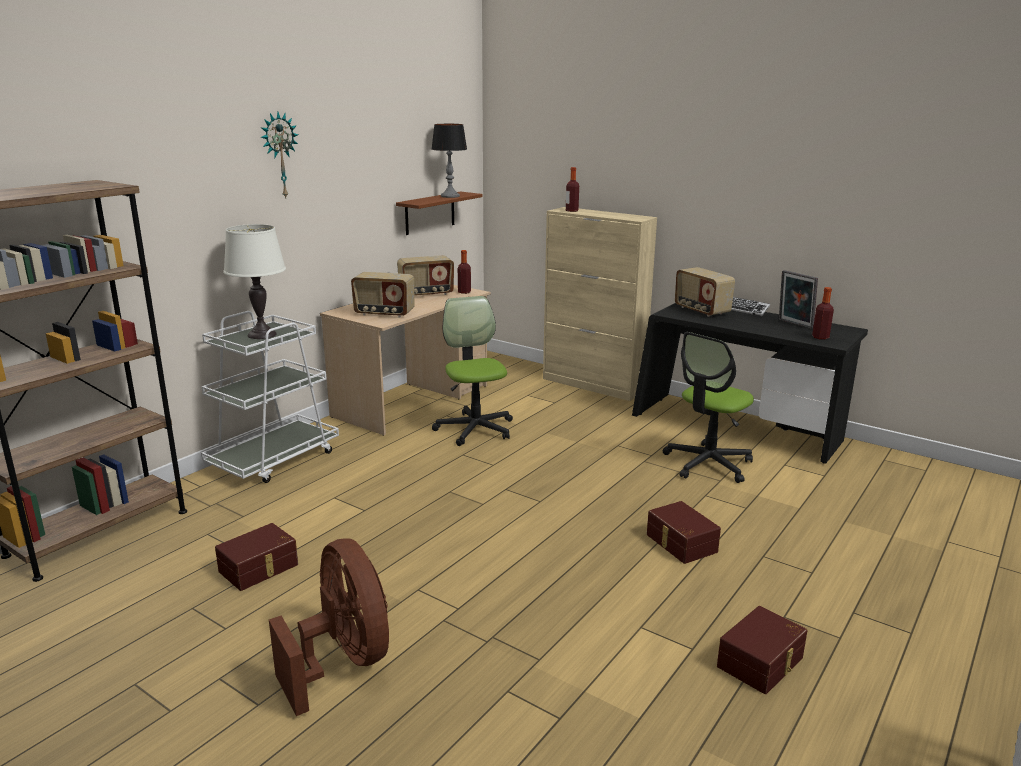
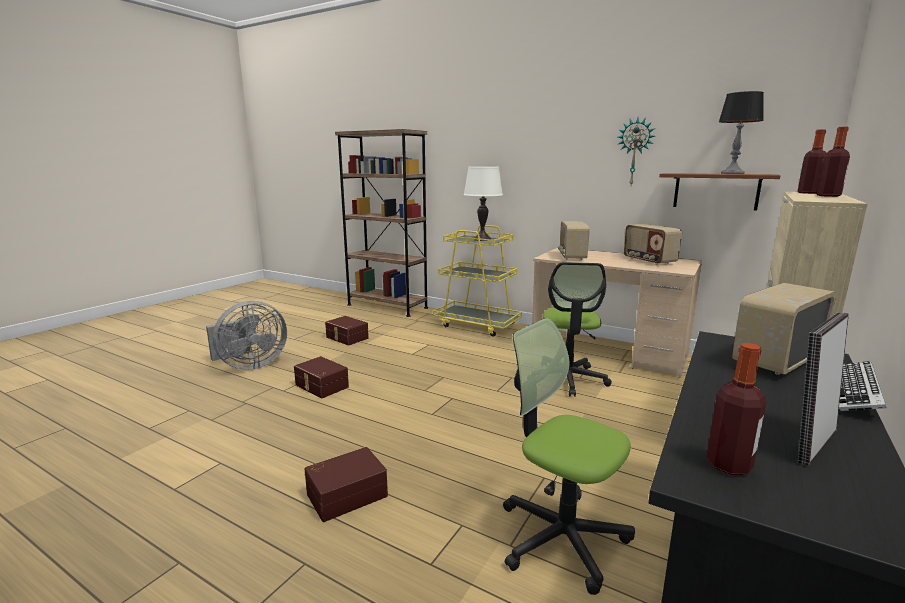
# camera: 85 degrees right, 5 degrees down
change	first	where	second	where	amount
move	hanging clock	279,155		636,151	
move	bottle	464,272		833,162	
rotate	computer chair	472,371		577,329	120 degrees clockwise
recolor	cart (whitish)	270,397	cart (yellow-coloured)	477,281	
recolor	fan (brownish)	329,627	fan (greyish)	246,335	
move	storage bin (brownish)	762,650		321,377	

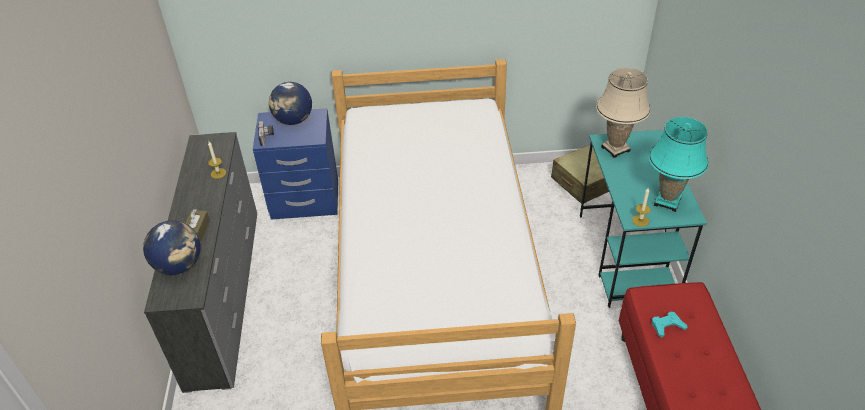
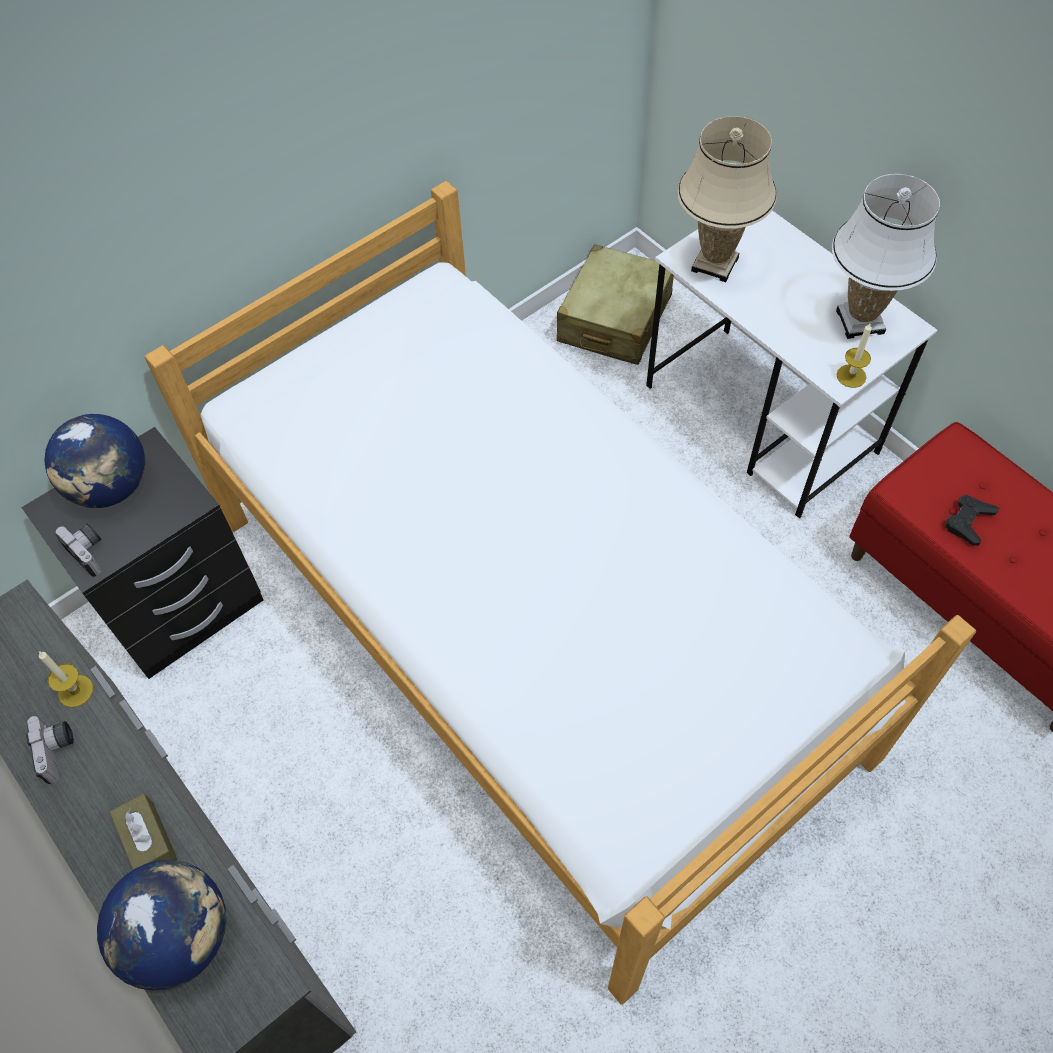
# camera: 35 degrees left, 15 degrees up
change	first	where	second	where	amount
recolor	night table (blue-coloured)	295,164	night table (black)	142,553	
recolor	table lamp (turquoise-coloured)	678,164	table lamp (whitish)	886,256	
recolor	desk unit (turquoise-coloured)	643,219	desk unit (whitish)	792,365	
recolor	joypad (turquoise-coloured)	669,325	joypad (black)	972,520	
insert			photo camera	50,750	

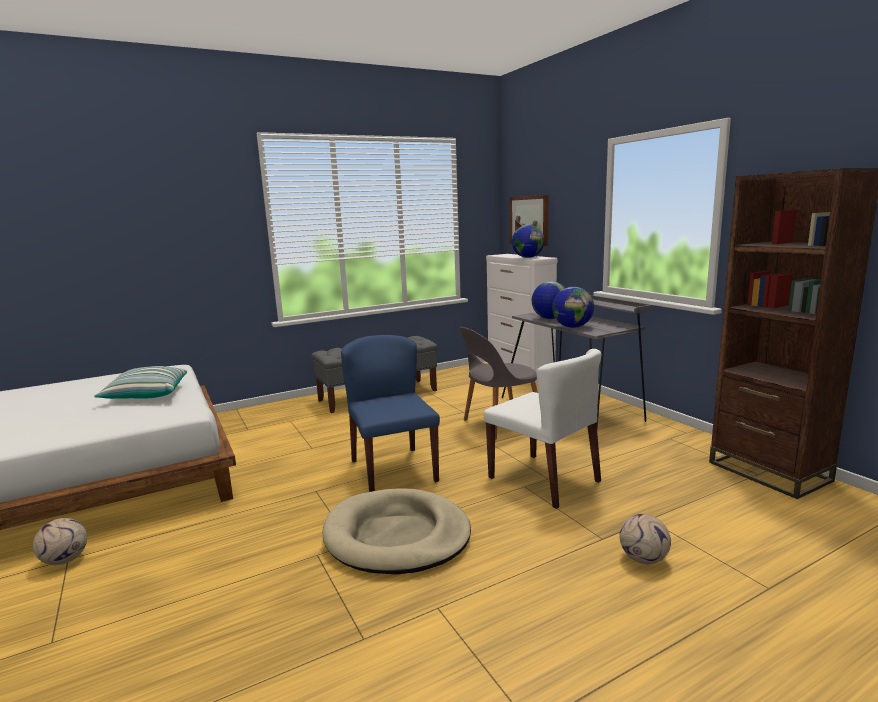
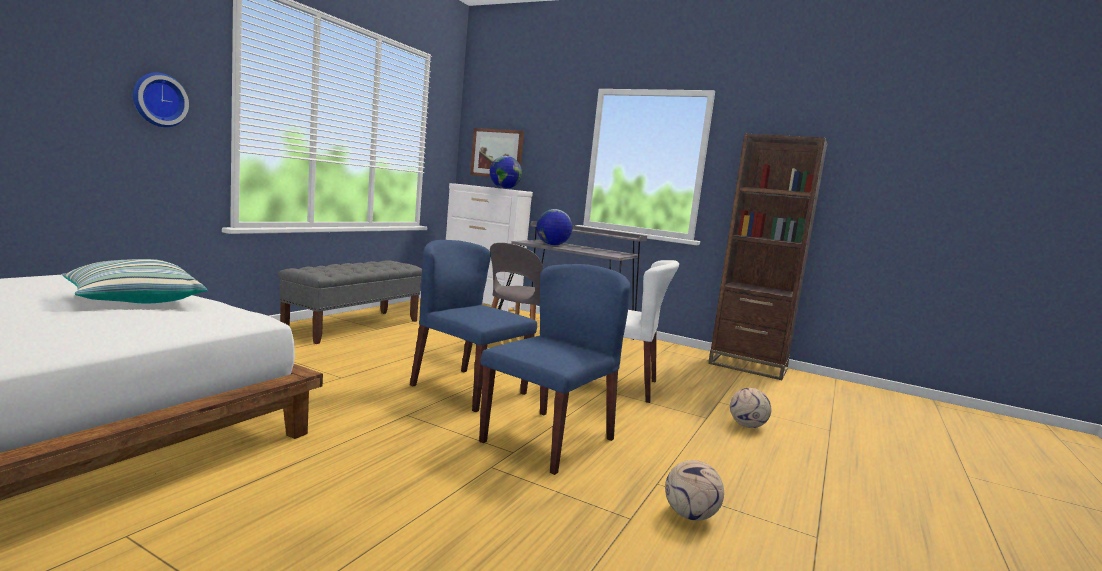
# camera: 35 degrees left, 5 degrees down
change	first	where	second	where	amount
delete	world globe	573,307			
replace	pet bed (beige)	396,531	upright chair (blue-coloured)	555,369	
move	football	60,541		694,490	
insert			hanging clock	161,99	

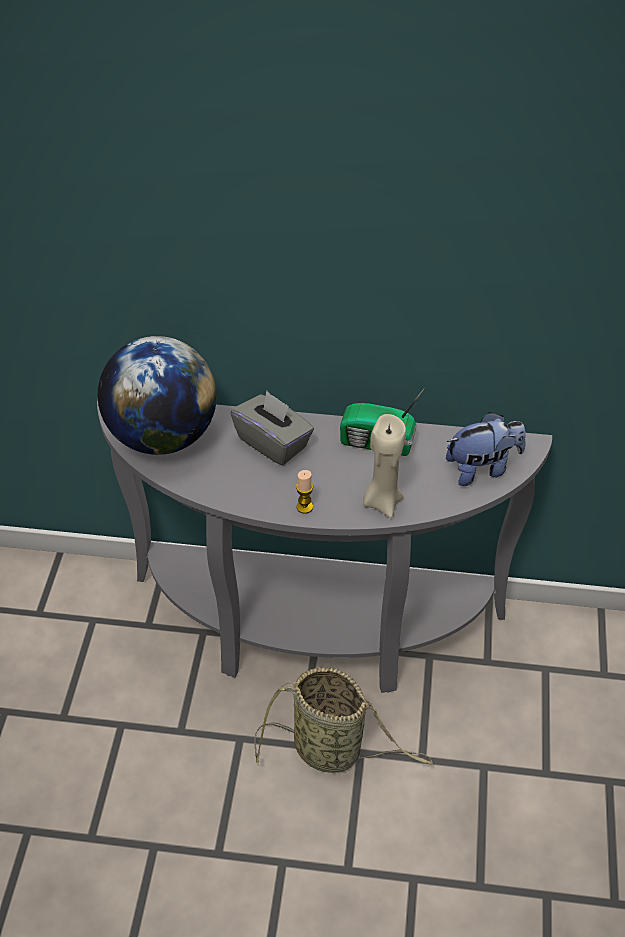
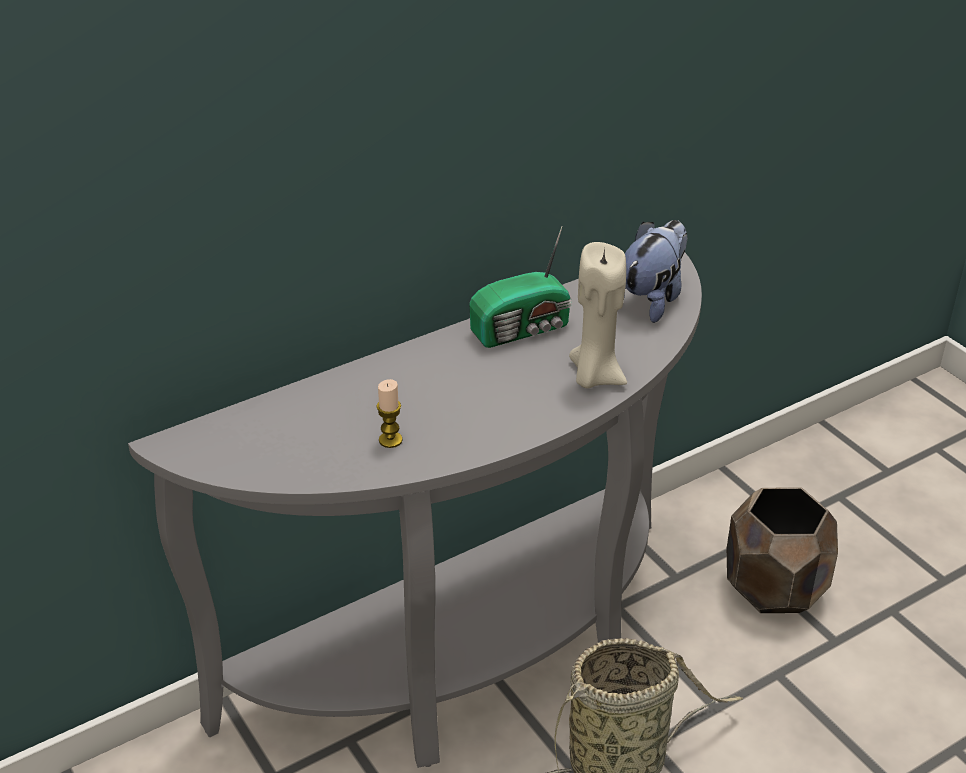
# camera: 40 degrees left, 10 degrees down
change	first	where	second	where	amount
delete	world globe	157,395			
delete	box of tissues (greyish)	272,428			
move	candle	304,492		389,413	
insert			flower pot (brownish)	782,550	

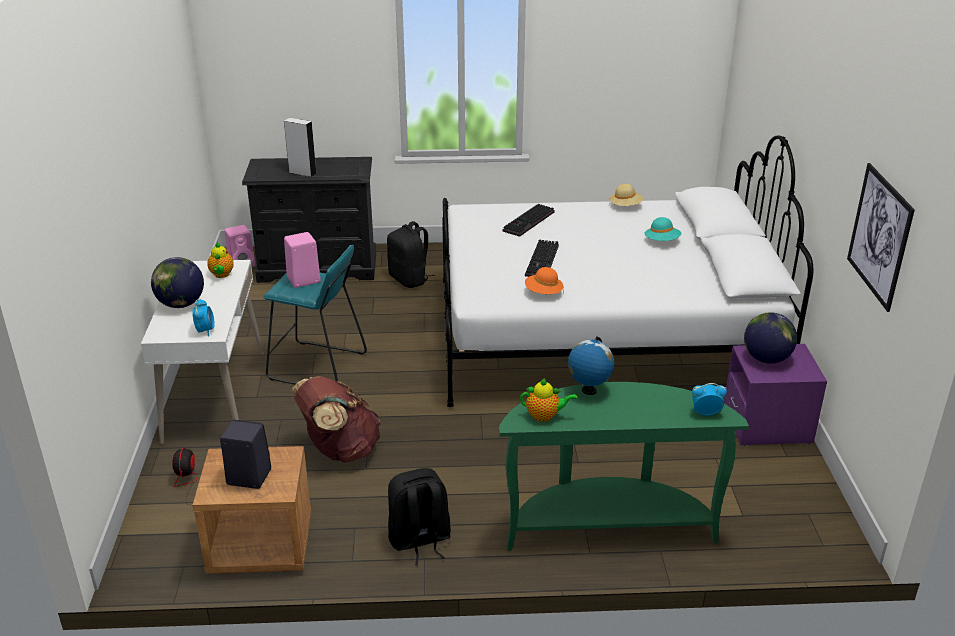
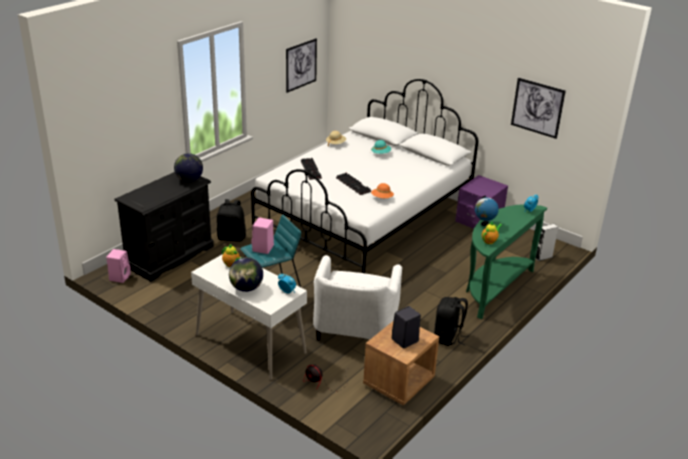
# camera: 50 degrees left, 0 degrees up
change	first	where	second	where	amount
move	loudspeaker (greyish)	300,147		546,242	
move	world globe	770,338		188,167	
replace	knapsack (brownish)	336,419	easy chair (whitish)	357,298	
insert			wall picture	301,65	

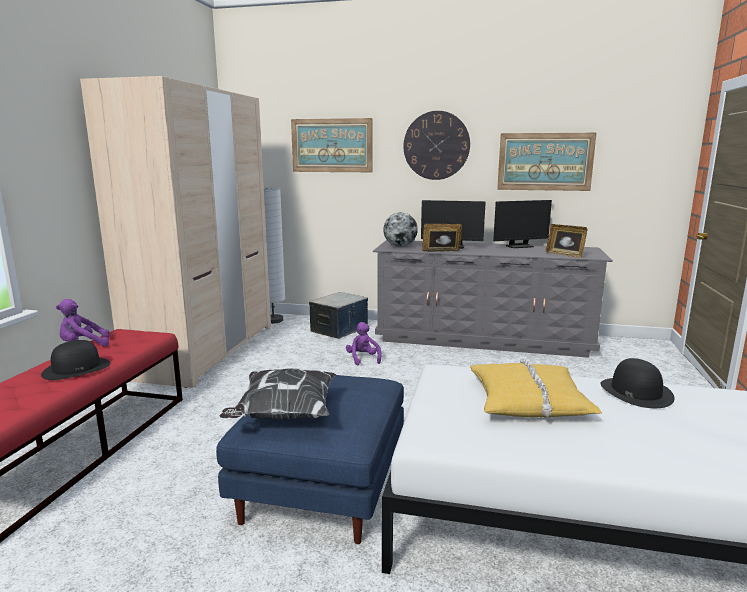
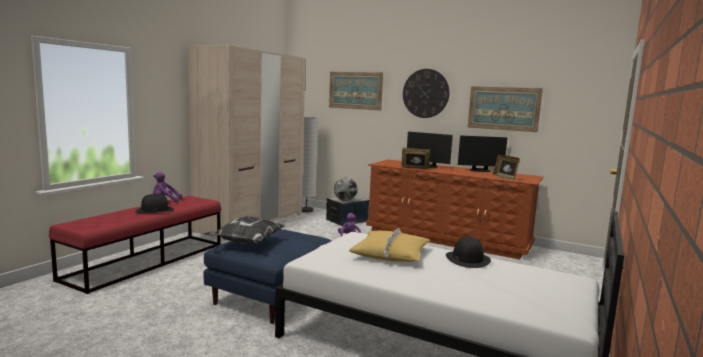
# camera: 15 degrees right, 5 degrees down
change	first	where	second	where	amount
move	world globe	400,229		345,189	
recolor	dresser (greyish)	493,299	dresser (brownish)	455,210	

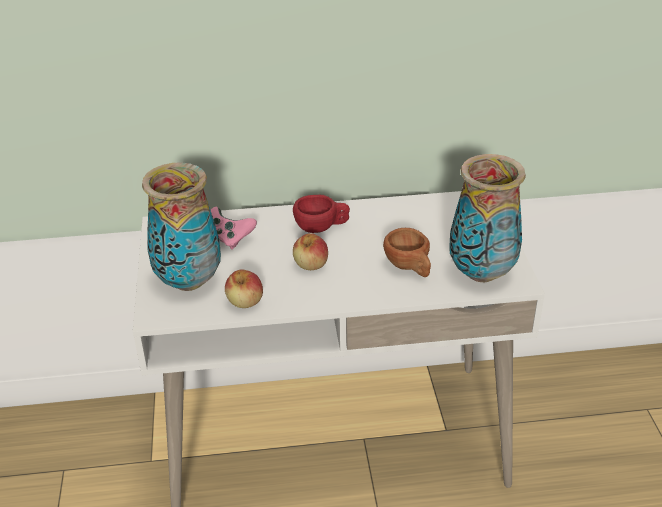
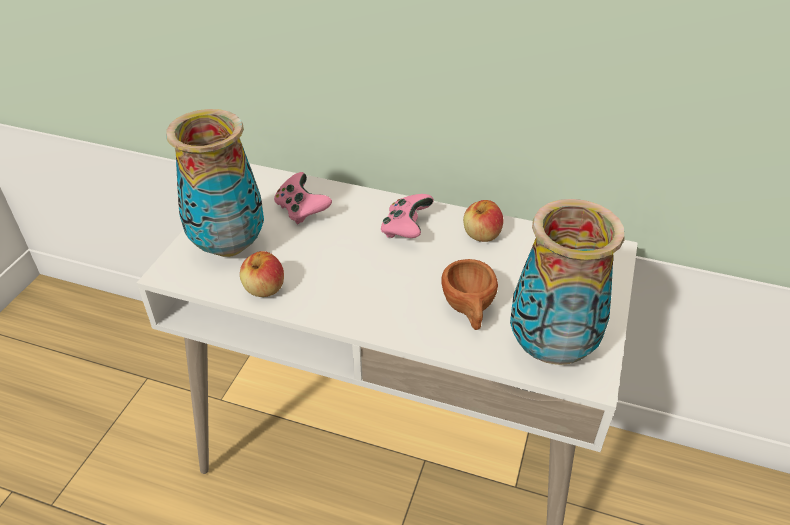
# camera: 25 degrees right, 5 degrees up
change	first	where	second	where	amount
replace	small cup (red)	321,214	joypad (pinkish)	407,216	
move	whole apple	310,251		483,221	

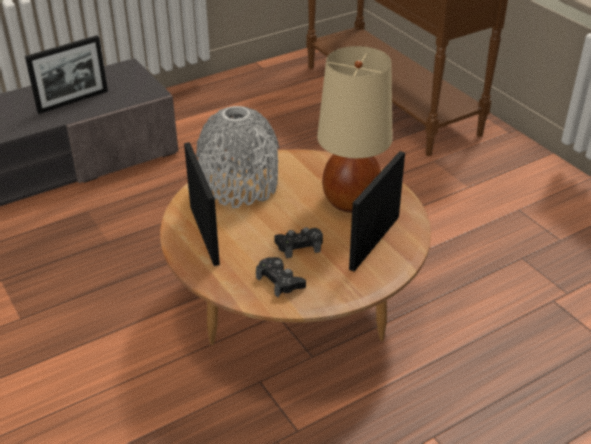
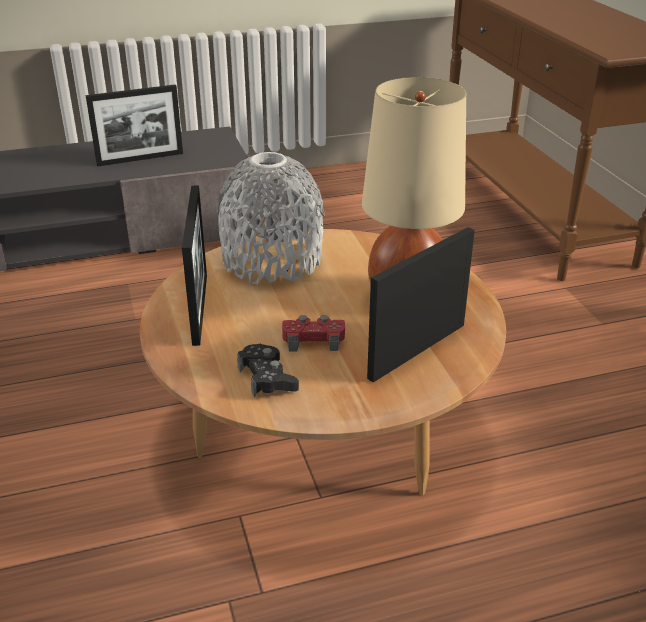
# camera: 15 degrees right, 5 degrees down
change	first	where	second	where	amount
recolor	joypad (black)	298,242	joypad (red)	313,333	

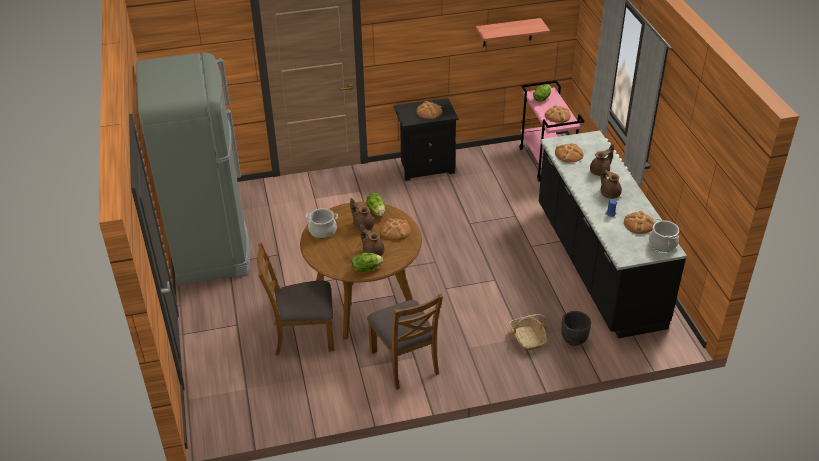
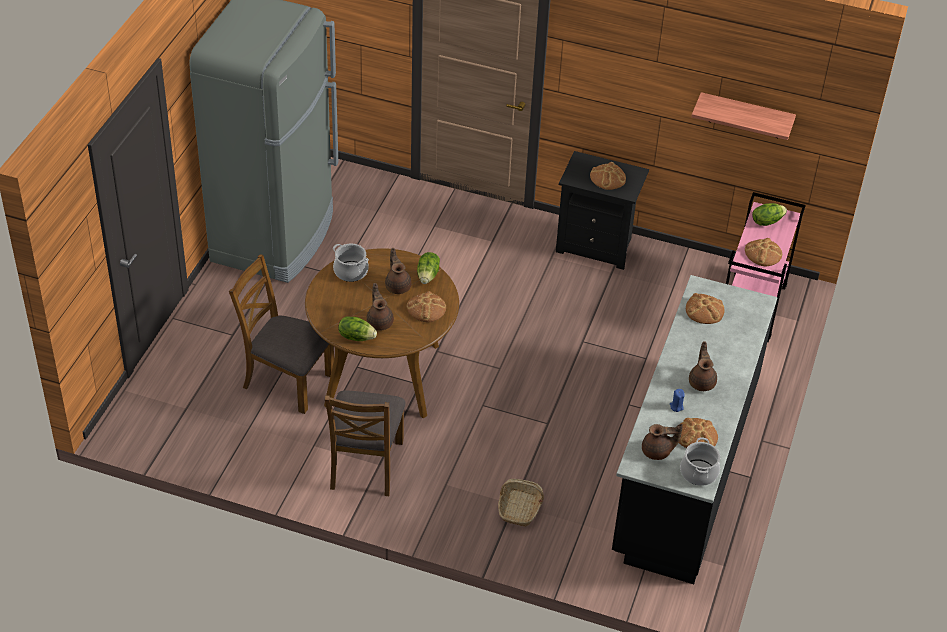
# camera: 30 degrees right, 5 degrees up
change	first	where	second	where	amount
move	tea pot (brownish)	602,160		662,442	
delete	flower pot (black)	576,328			

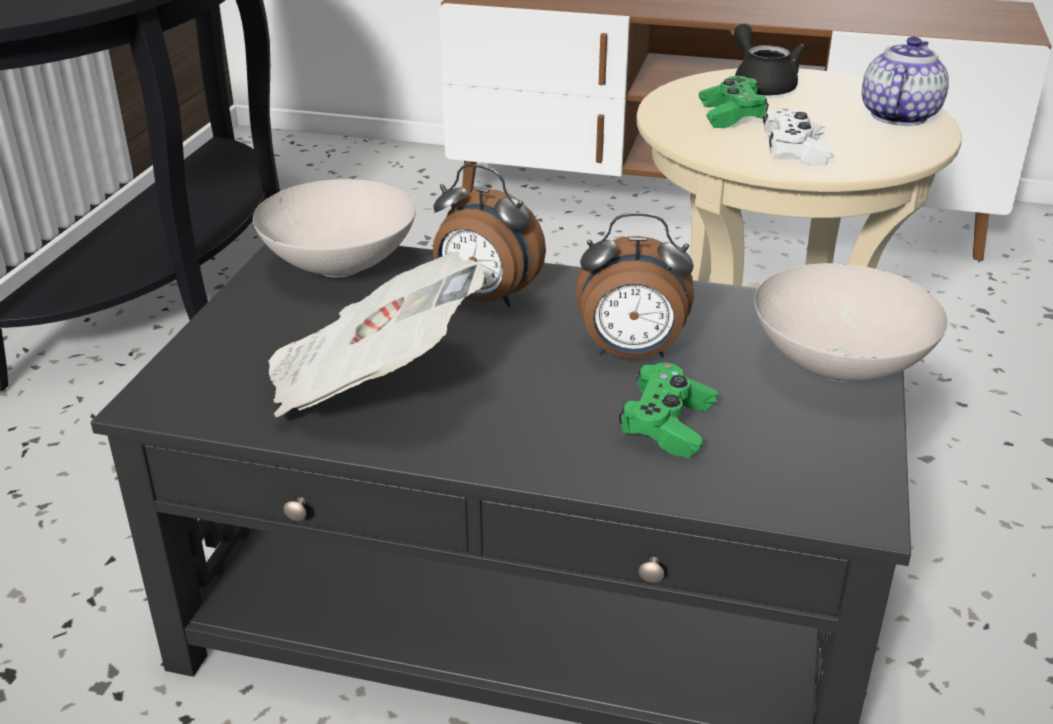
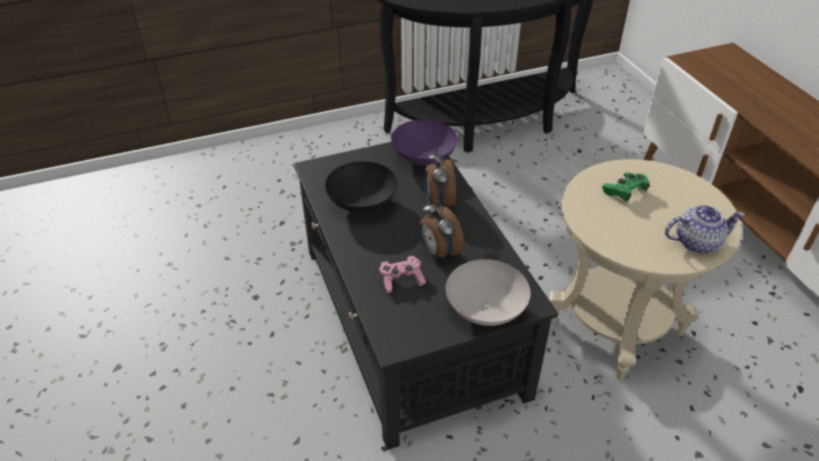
# camera: 55 degrees right, 10 degrees up
change	first	where	second	where	amount
delete	tea pot (black)	770,60			
delete	joypad (whitish)	798,137			
recolor	bowl (whitish)	334,228	bowl (purple)	424,142	
replace	printed paper	376,334	bowl (black)	361,187	
recolor	joypad (green-coloured)	668,410	joypad (pinkish)	402,274	

